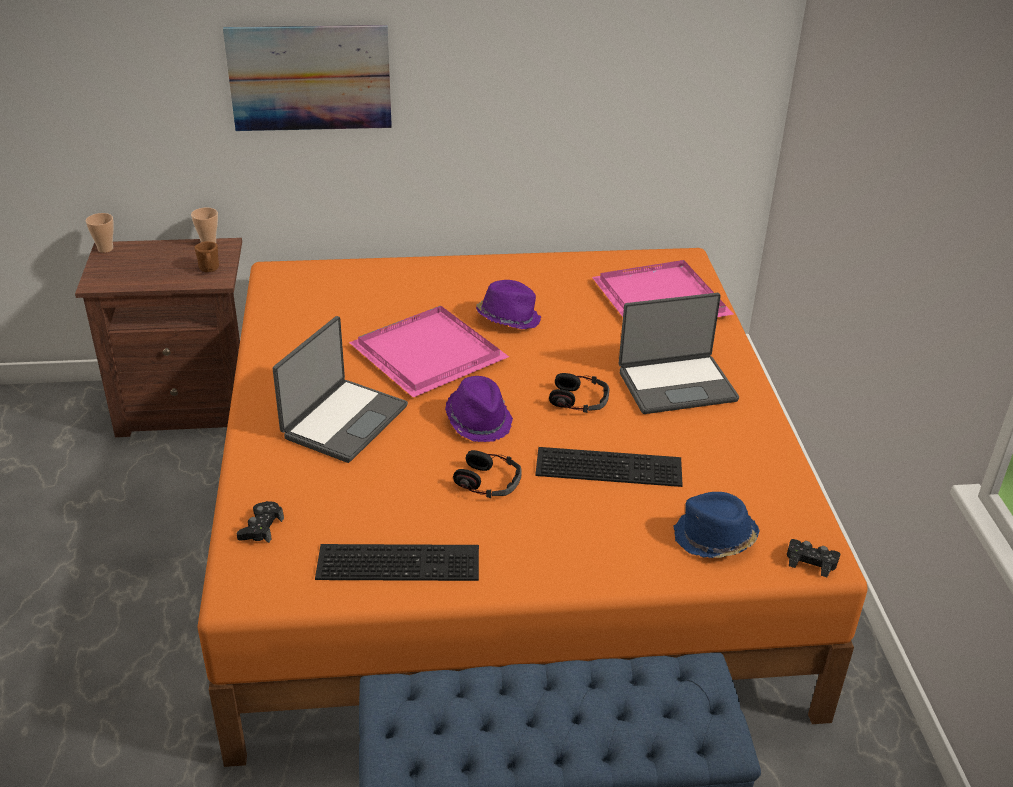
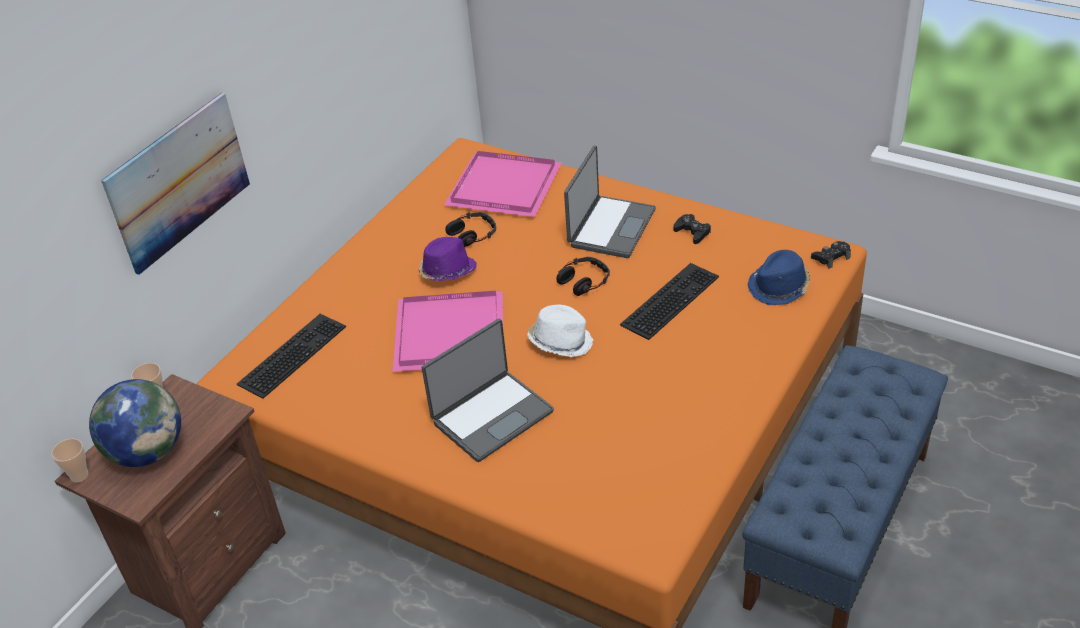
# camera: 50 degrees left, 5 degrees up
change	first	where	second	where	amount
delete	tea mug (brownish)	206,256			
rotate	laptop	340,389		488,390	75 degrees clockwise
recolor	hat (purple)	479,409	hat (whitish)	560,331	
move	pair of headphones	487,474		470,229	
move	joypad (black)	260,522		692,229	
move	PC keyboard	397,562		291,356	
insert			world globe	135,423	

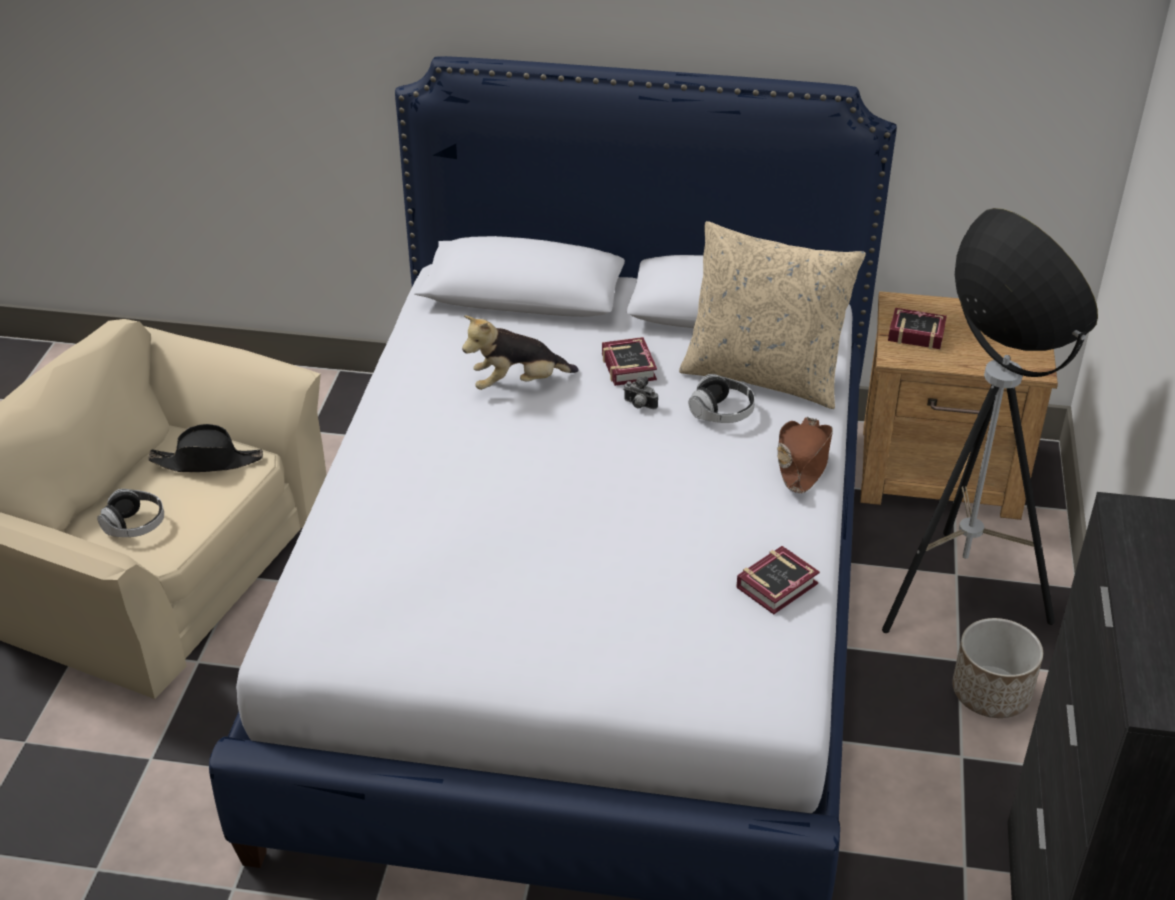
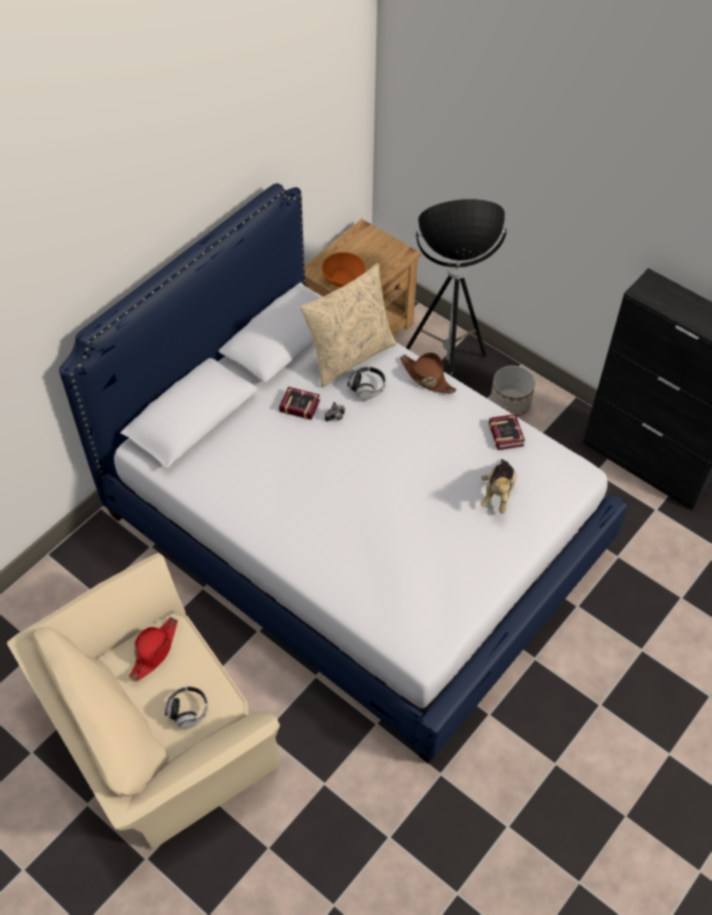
# camera: 60 degrees left, 15 degrees up
change	first	where	second	where	amount
replace	bound book	917,328	bowl (orange-coloured)	343,269	
move	plush toy	520,353		499,486	
recolor	hat (black)	206,448	hat (red)	153,649	

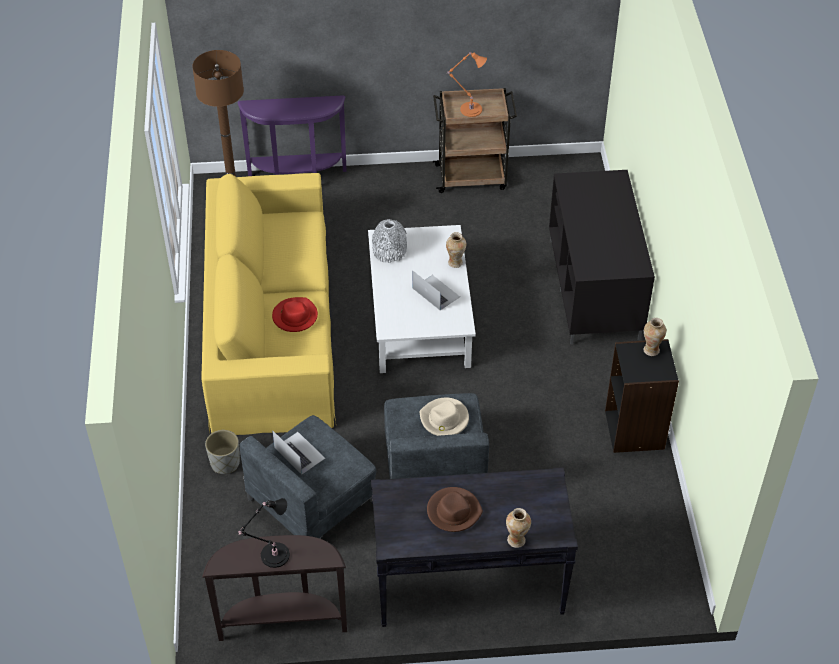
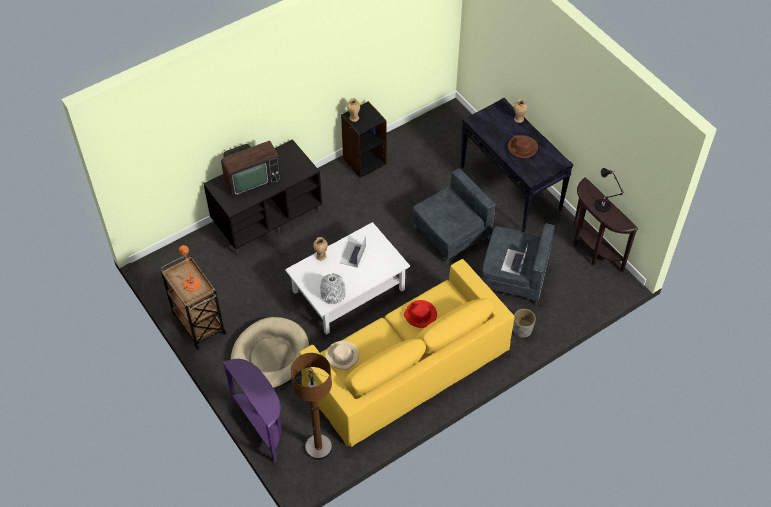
# camera: 120 degrees left, 5 degrees up
change	first	where	second	where	amount
move	hat (beige)	444,417		342,355	
insert			TV	251,169	
insert			pet bed (beige)	270,352	

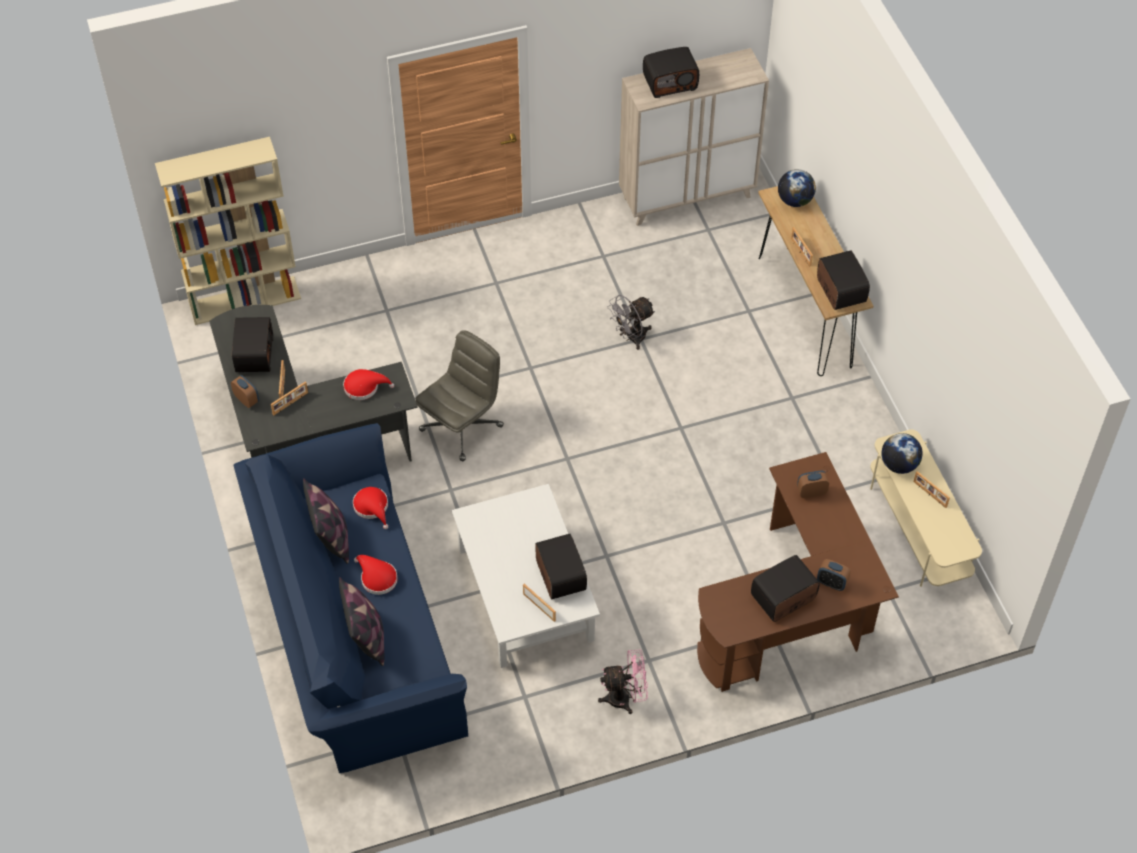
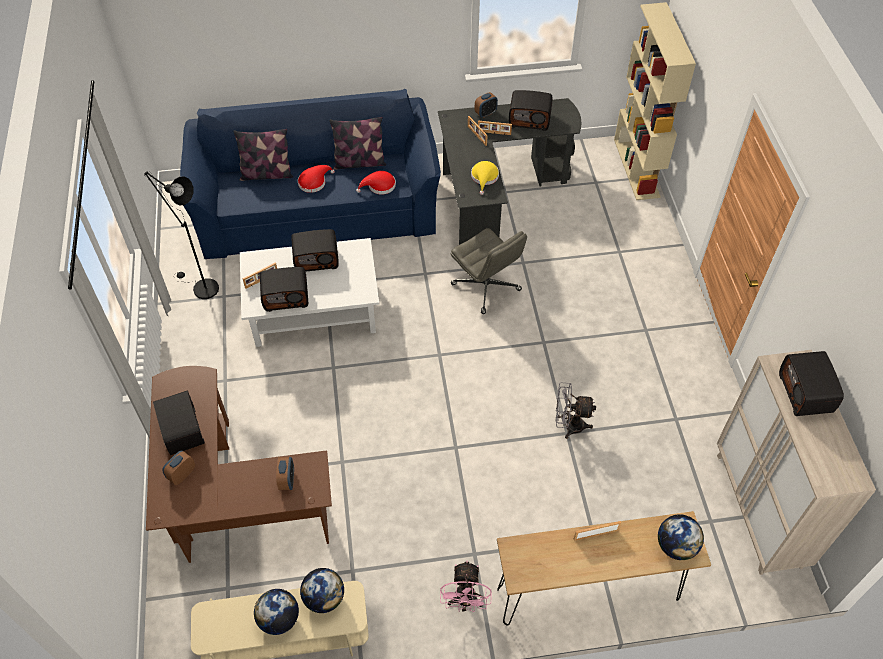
# camera: 100 degrees right, 0 degrees up
change	first	where	second	where	amount
move	radio set	843,280		315,250	
rotate	fan (greyish)	631,322		576,411	60 degrees counterclockwise
recolor	hat (red)	368,384	hat (yellow-coloured)	485,178	
replace	standing frame	931,489	world globe	276,612	
move	fan (pinkish)	623,681		466,586	
insert			standard lamp (black)	181,235	

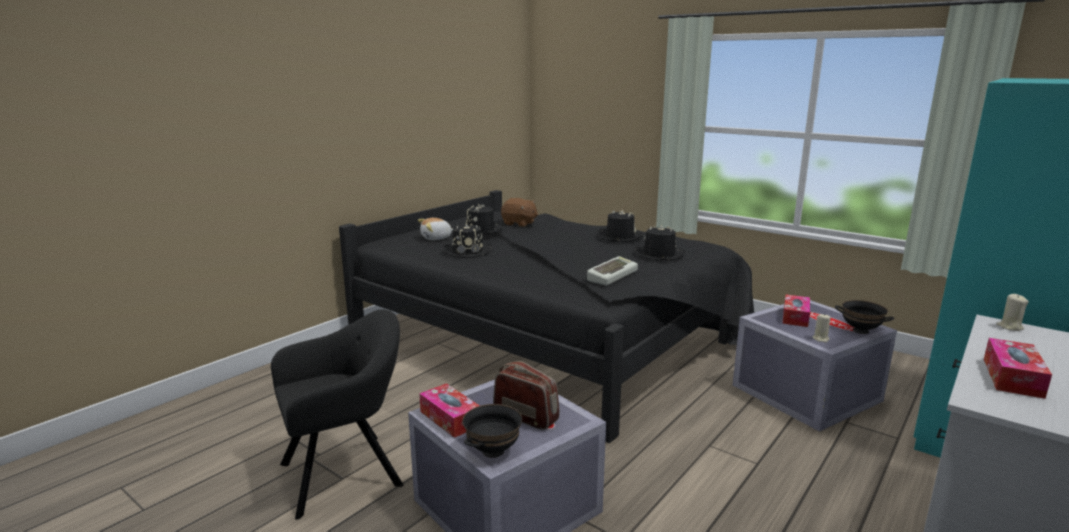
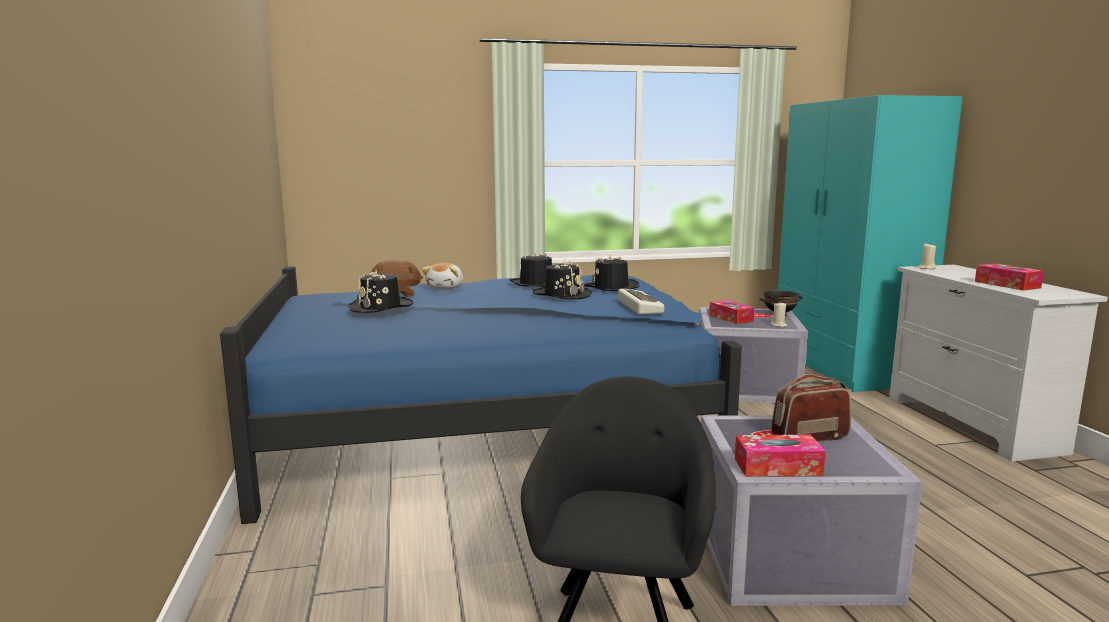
# camera: 50 degrees left, 5 degrees down
change	first	where	second	where	amount
recolor	sleeping bed (black)	546,316	sleeping bed (blue-coloured)	481,395	
move	plush toy	435,229		442,276	
move	hat (black)	467,241		562,280	
delete	bowl (black)	492,431			

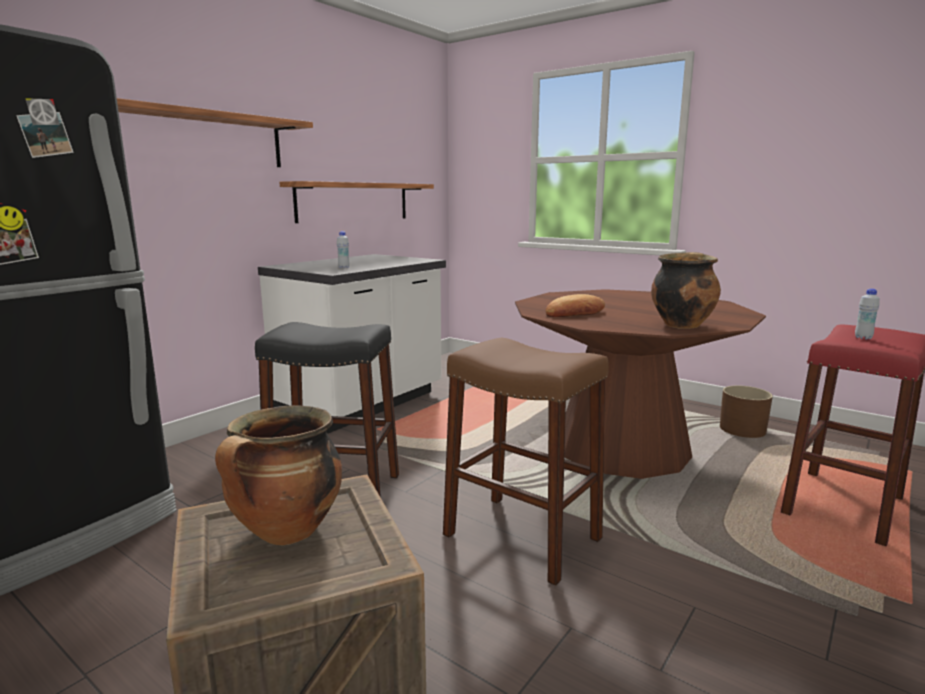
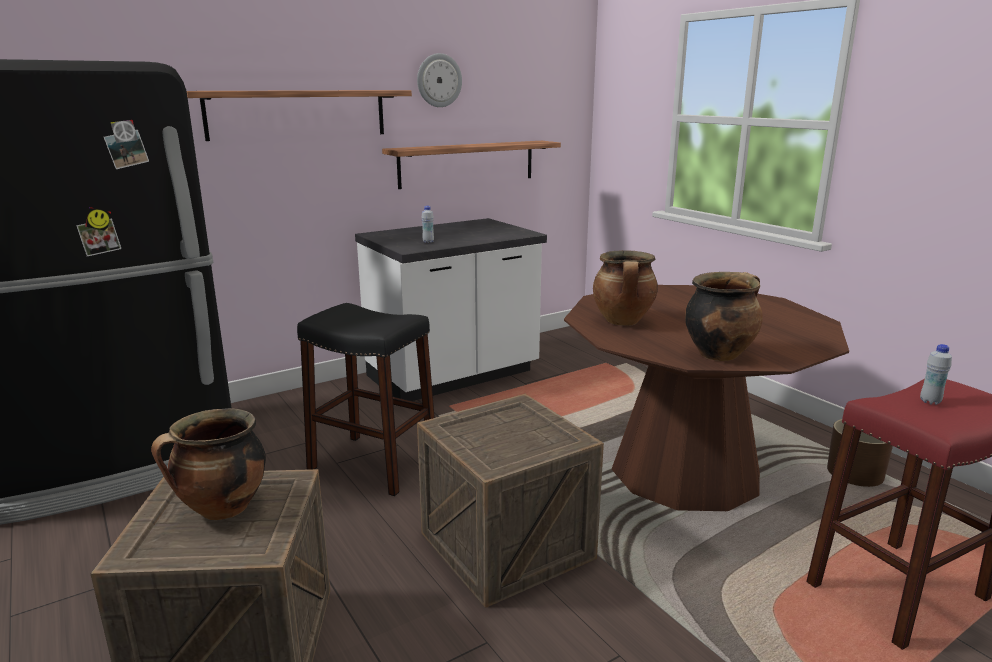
# camera: 20 degrees right, 5 degrees up
change	first	where	second	where	amount
replace	bakery bread	575,305	stockpot	625,287	
replace	stool (brownish)	526,462	packing crate	510,501	
insert			hanging clock	439,80	

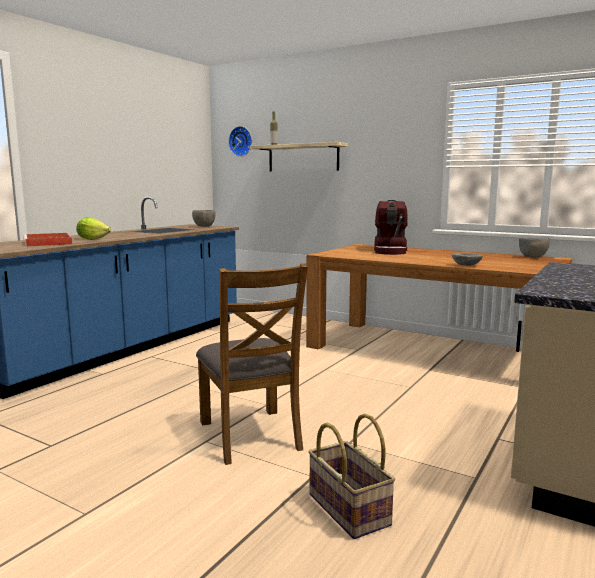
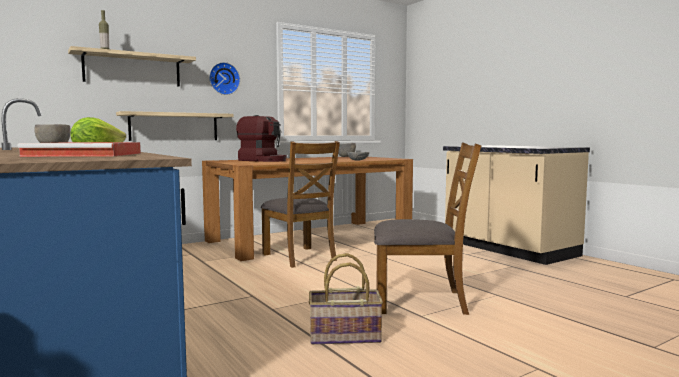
# camera: 65 degrees left, 5 degrees down
change	first	where	second	where	amount
move	hanging clock	240,141		224,78	
move	household basket	351,476		346,298	
insert			bracket shelf	175,126	
insert			upright chair (brownish)	300,204	

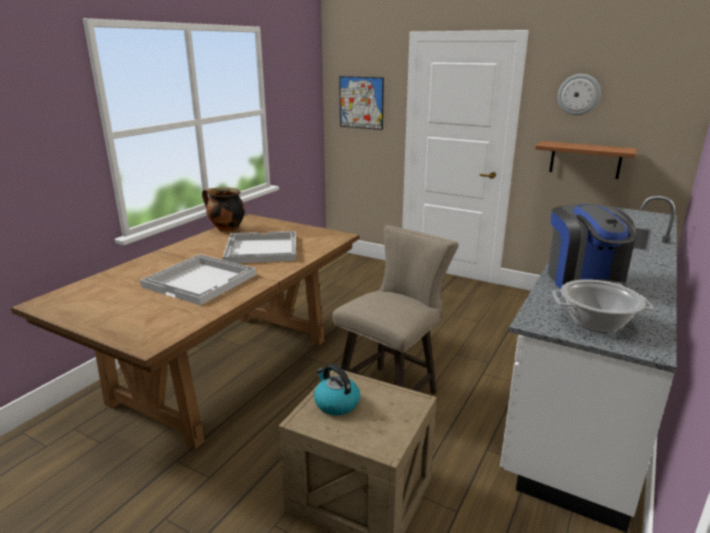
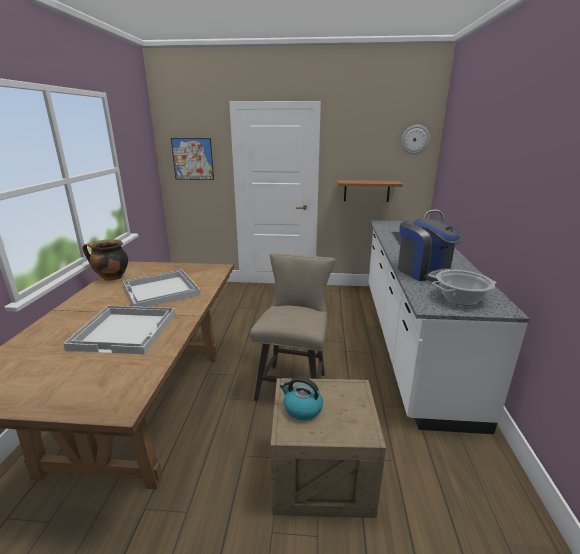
# camera: 25 degrees left, 0 degrees up
change	first	where	second	where	amount
move	hanging clock	579,94		415,140	

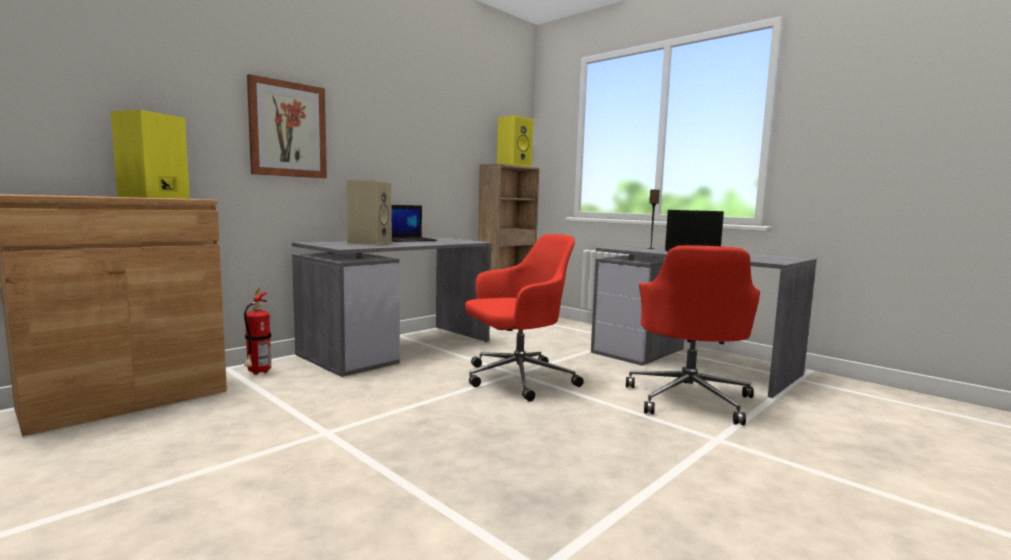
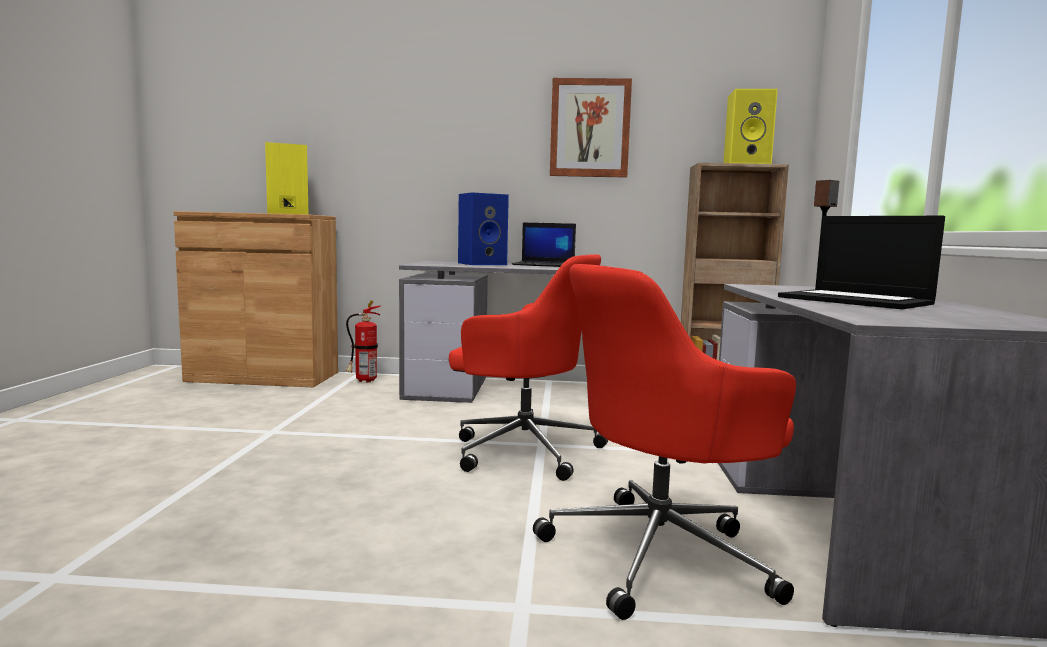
# camera: 50 degrees right, 0 degrees up
change	first	where	second	where	amount
move	wall picture	287,126		591,128	
recolor	loudspeaker (beige)	369,212	loudspeaker (blue-coloured)	483,229	

